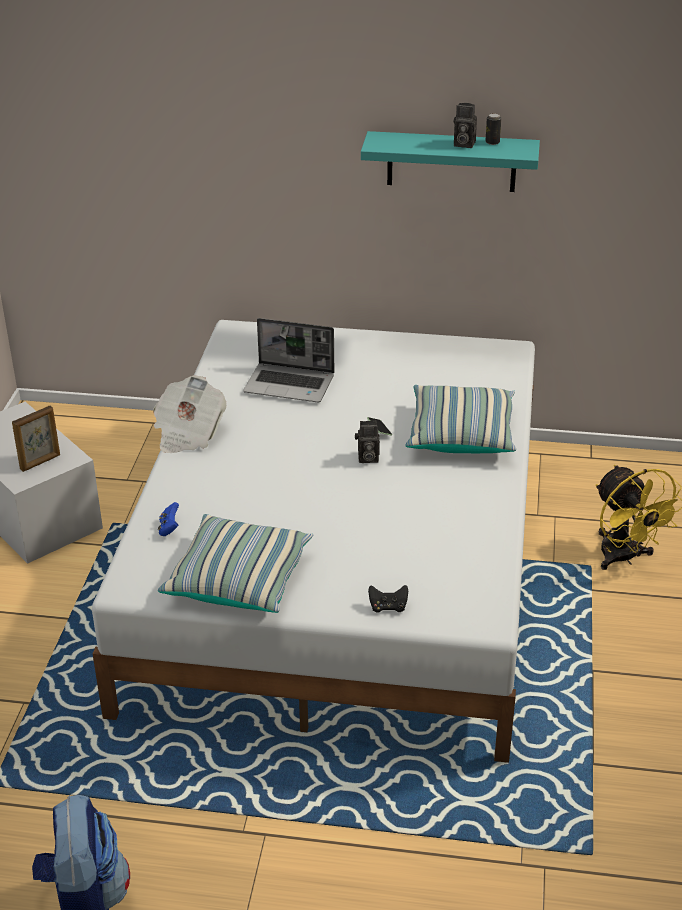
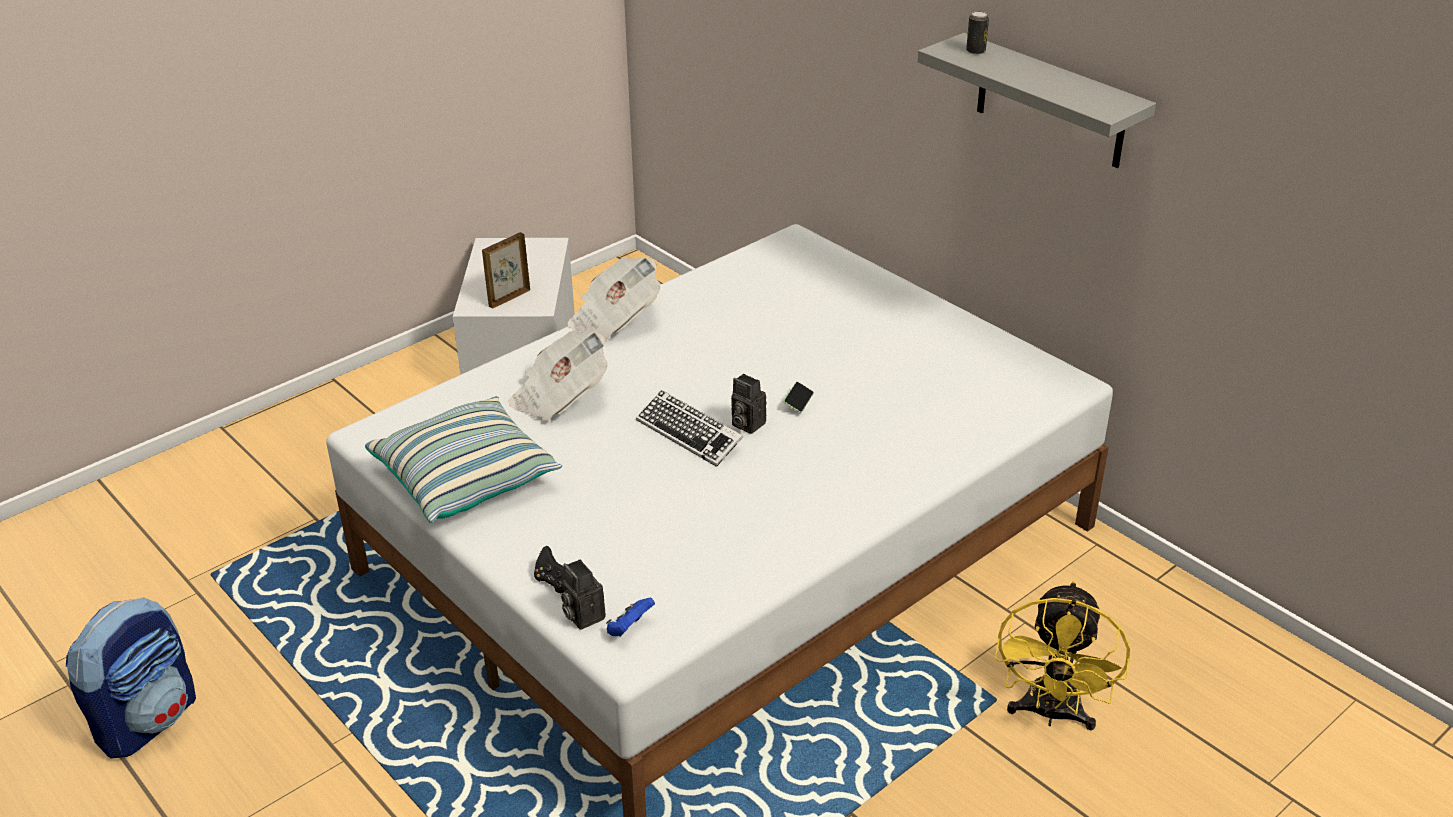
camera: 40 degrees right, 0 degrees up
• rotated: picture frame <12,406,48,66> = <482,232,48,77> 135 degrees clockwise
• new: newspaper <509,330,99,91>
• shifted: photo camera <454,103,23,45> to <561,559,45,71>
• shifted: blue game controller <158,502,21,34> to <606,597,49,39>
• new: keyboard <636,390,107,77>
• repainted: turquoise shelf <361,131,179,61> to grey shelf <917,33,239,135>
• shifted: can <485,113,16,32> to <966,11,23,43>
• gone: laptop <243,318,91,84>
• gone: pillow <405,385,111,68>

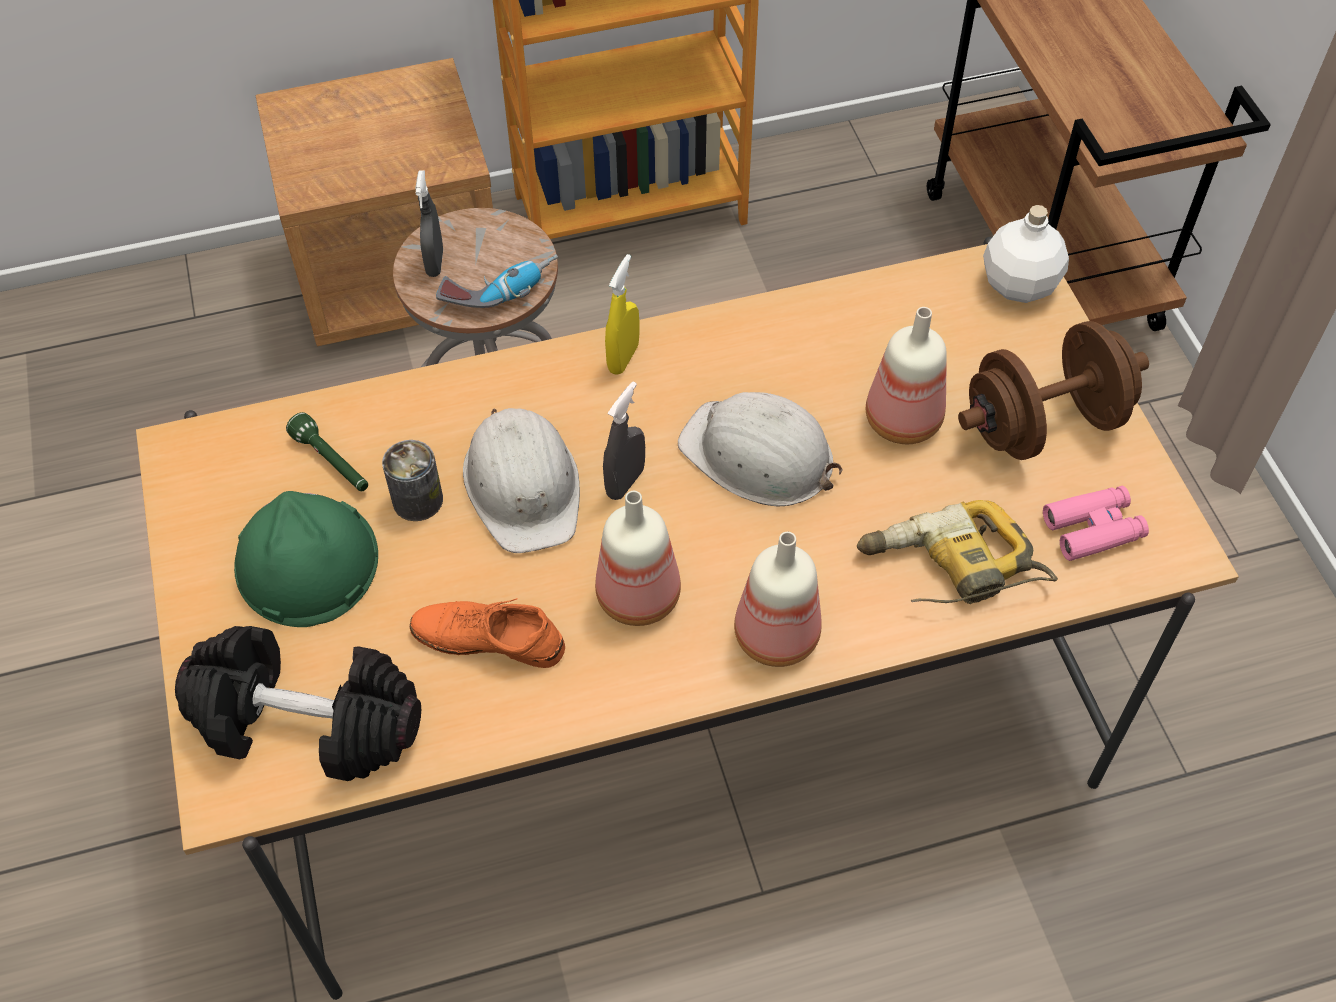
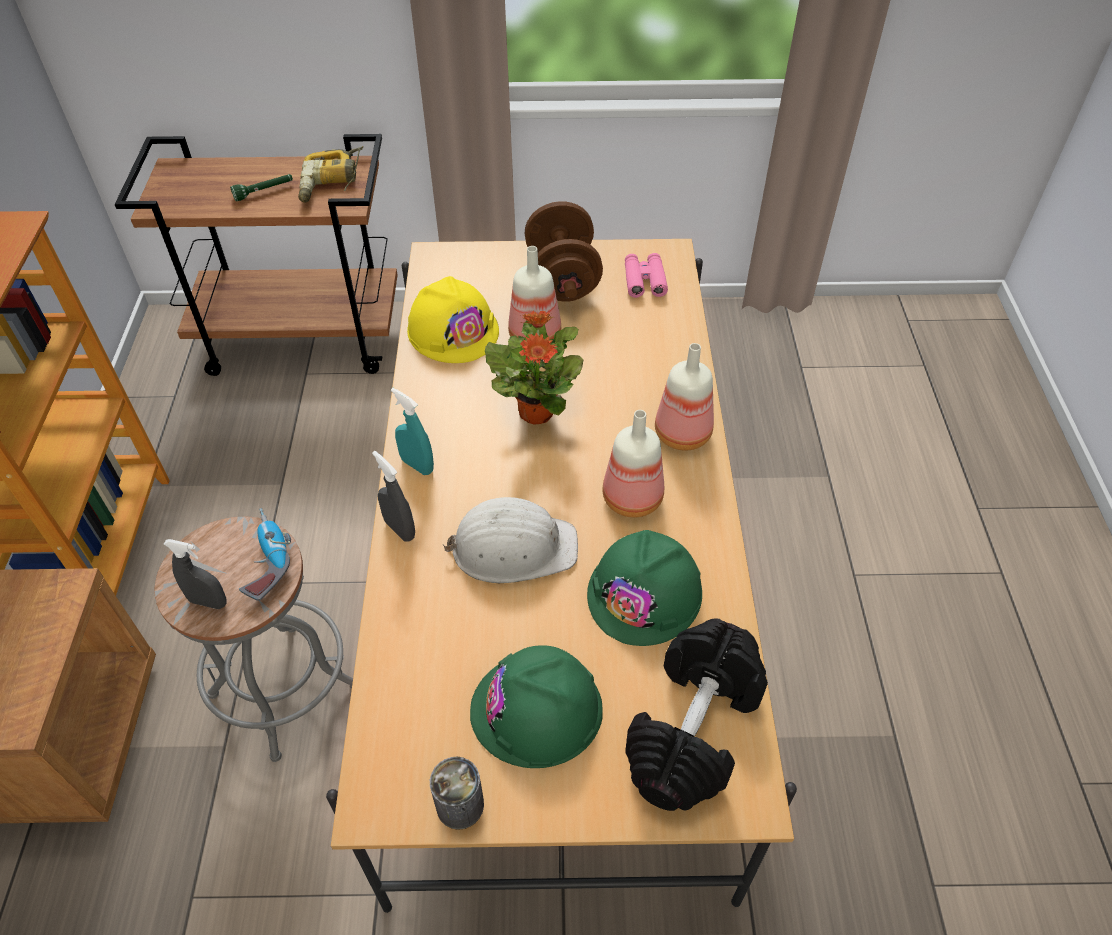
camera: 75 degrees left, 5 degrees down
• shifted: green flashlight <286,412,82,79> to <230,174,63,27>
• shifted: power drill <857,500,201,104> to <298,146,65,57>
• shifted: grey spray bottle <603,381,42,119> to <372,451,43,91>
• repainted: yellow spray bottle <605,254,34,121> to turquoise spray bottle <391,388,43,87>
• new: yellow hard hat <407,276,92,87>
• shifted: can <382,440,61,81> to <430,757,54,73>
• swapped: white hard hat <678,392,165,115> to potted plant <485,311,98,114>
• swapped: orange shoe <410,598,155,70> to green hard hat <587,530,115,116>
• gone: white bottle <983,205,86,98>

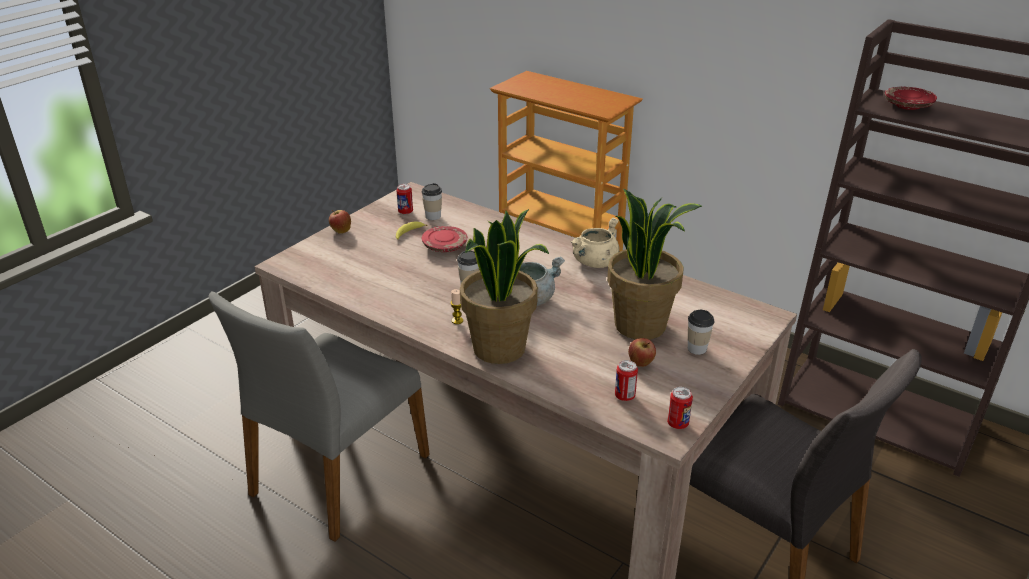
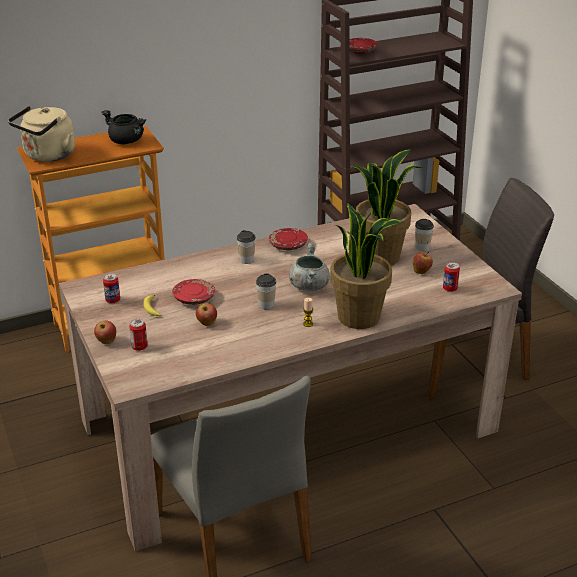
camera: 60 degrees left, 0 degrees up
• new: beige kettle <8,106,67,56>
• new: black cooking pot <101,110,45,34>
• shifted: can <667,387,26,42> to <129,319,19,32>
• new: apple <196,303,21,23>
• shifted: cup <422,183,20,37> to <237,230,19,34>
• swapped: beige cooking pot <570,218,50,50> to red plate <269,228,39,22>

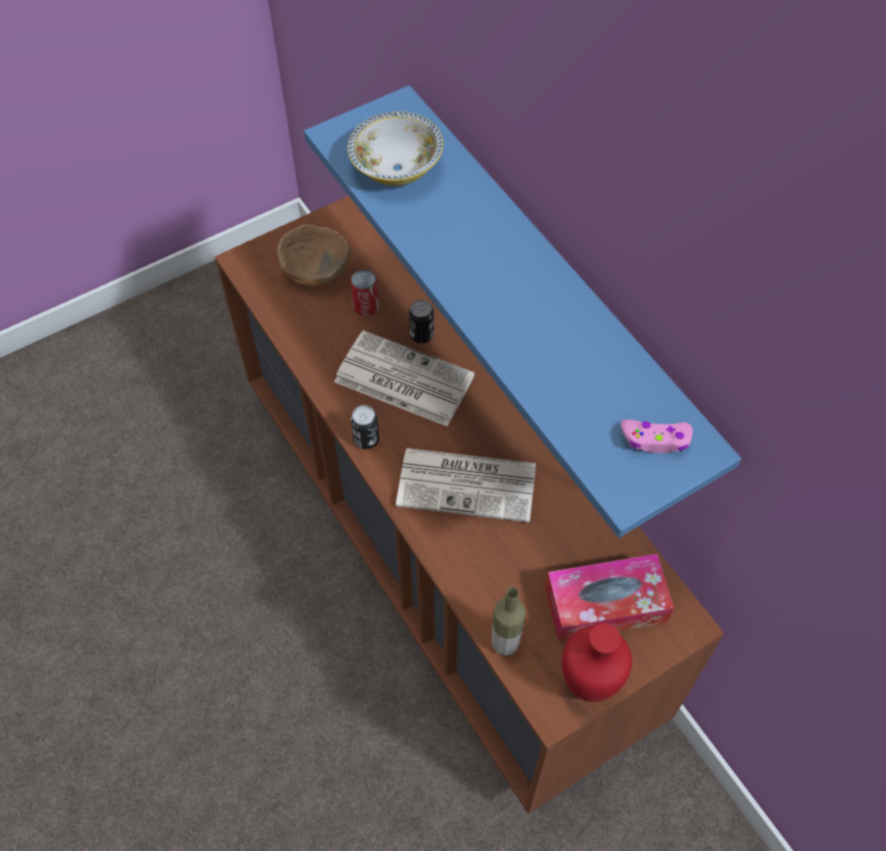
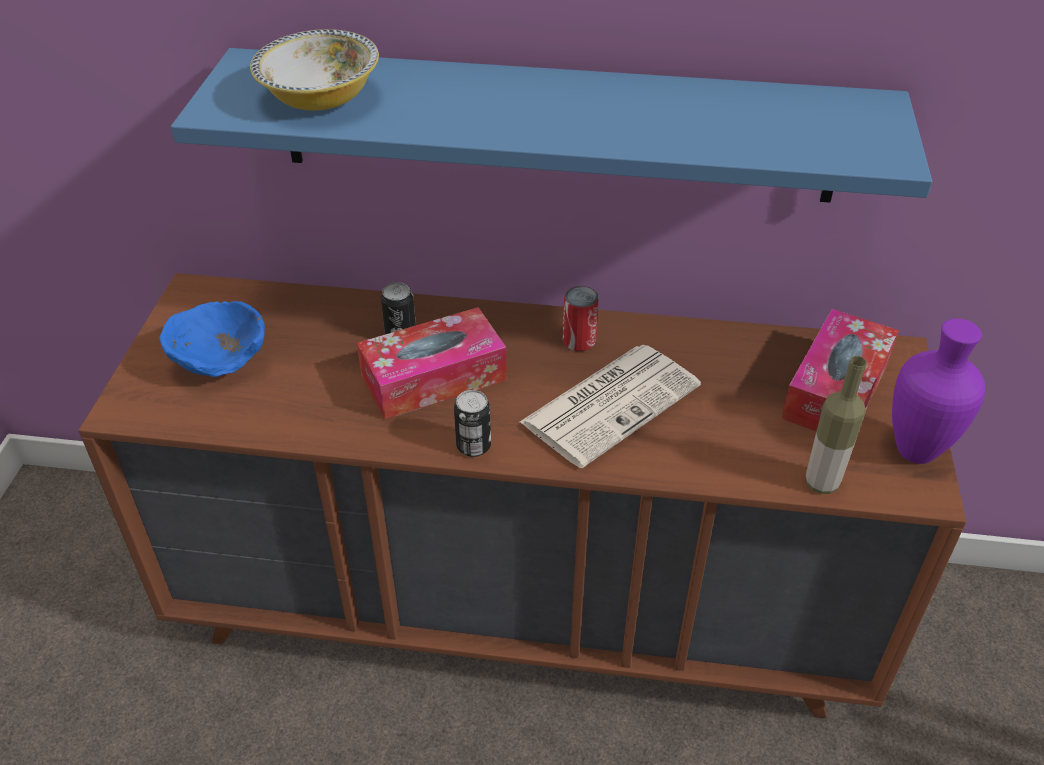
camera: 50 degrees left, 15 degrees down
• repainted: brown bowl <277,224,74,62> to blue bowl <160,301,105,76>
• swapped: newspaper <334,330,141,97> to tissue box <357,307,150,113>
• shifted: can <351,269,28,47> to <563,286,36,65>
• repainted: red vase <562,623,70,79> to purple vase <892,318,93,146>
• gone: pink game controller <621,419,72,34>

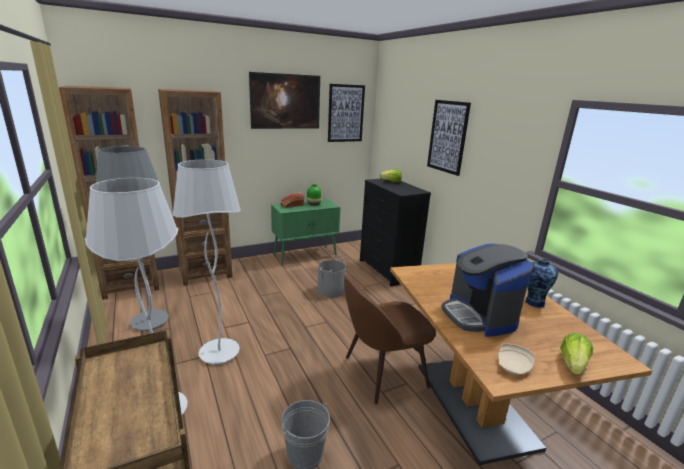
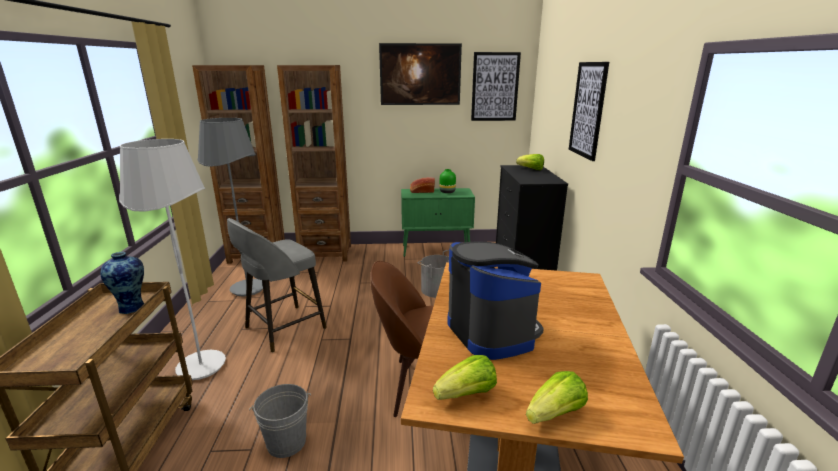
camera: 25 degrees right, 0 degrees up
• shifted: vase <525,258,33,50> to <101,252,43,62>
• swapped: white floor lamp <173,159,68,206> to grey stool <227,218,100,134>
• swapped: beige plate <498,344,37,31> to lettuce <433,355,64,45>
• rotated: coffee machine <441,244,92,93> = <448,241,96,119> 150 degrees clockwise

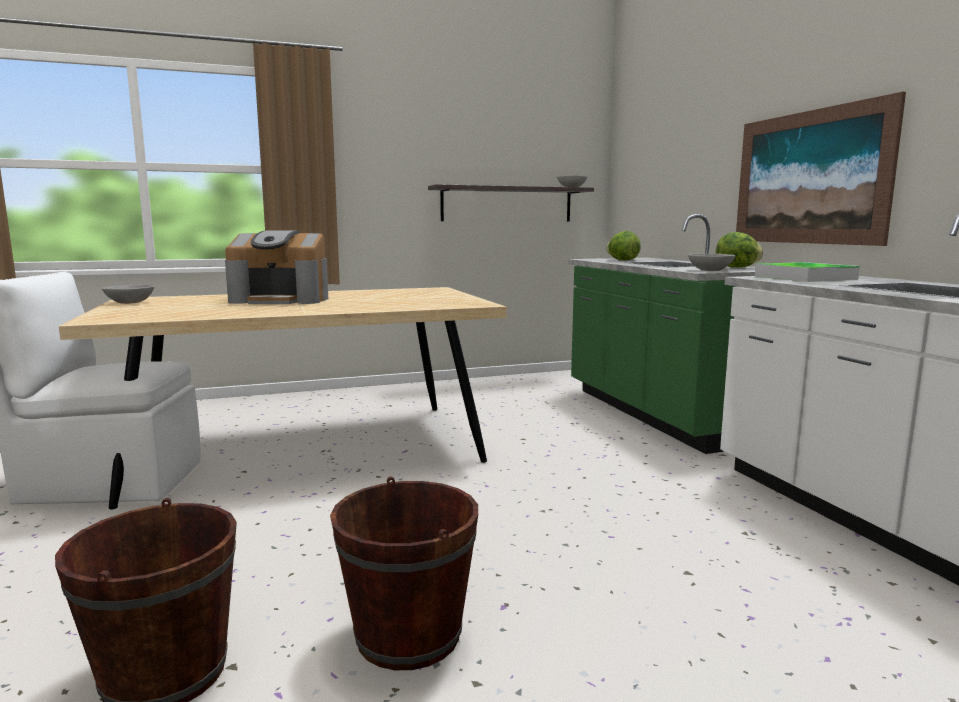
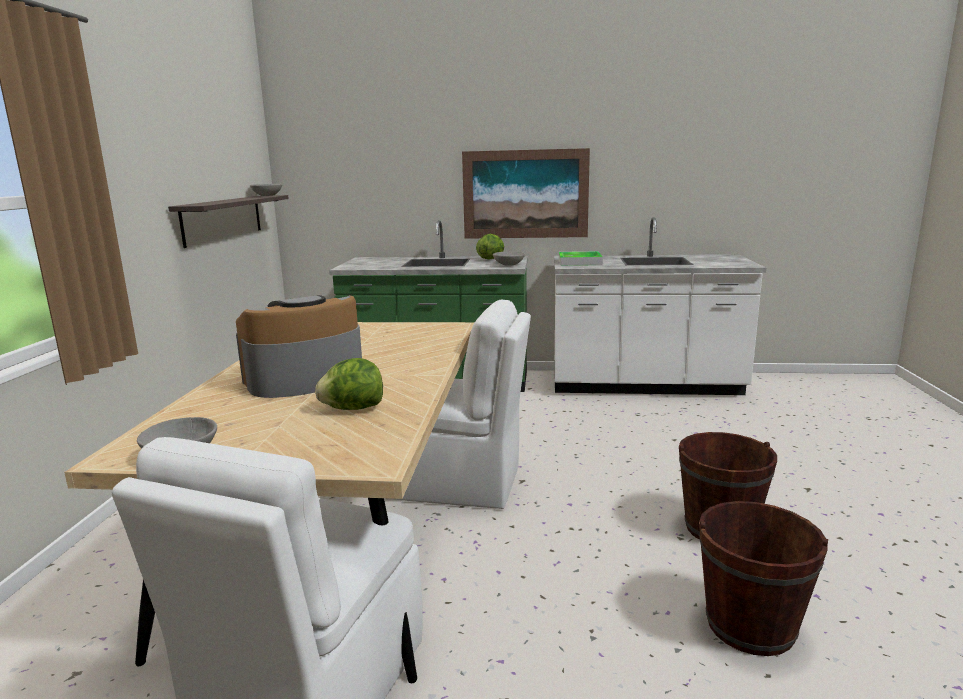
camera: 65 degrees left, 5 degrees up
• rotated: coffee machine <225,230,103,74> = <236,295,126,103> 150 degrees counterclockwise
• shifted: lettuce <606,231,35,30> to <315,358,68,52>
• new: white chair <385,300,146,209>

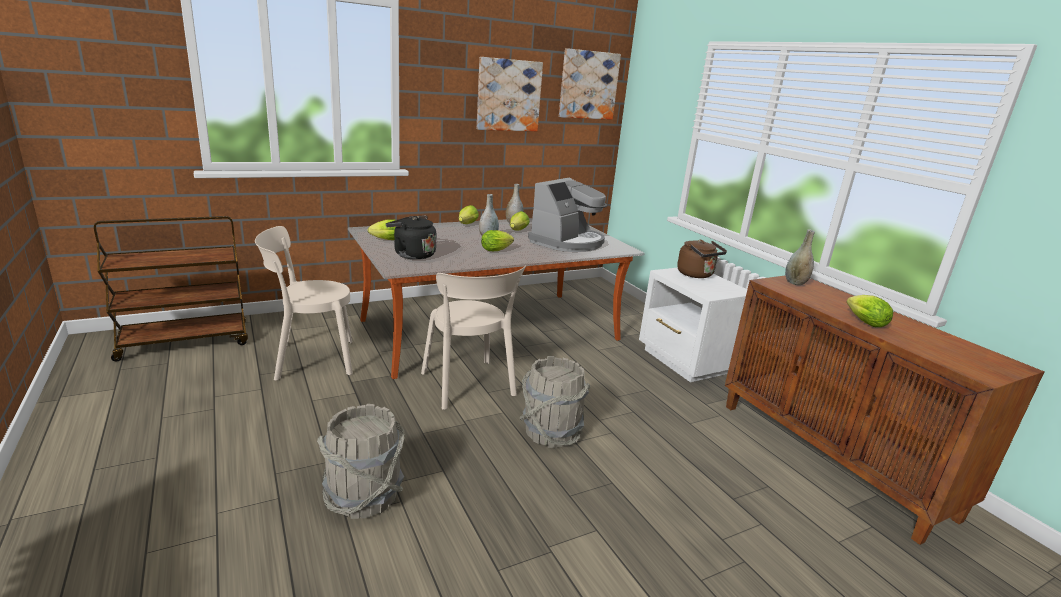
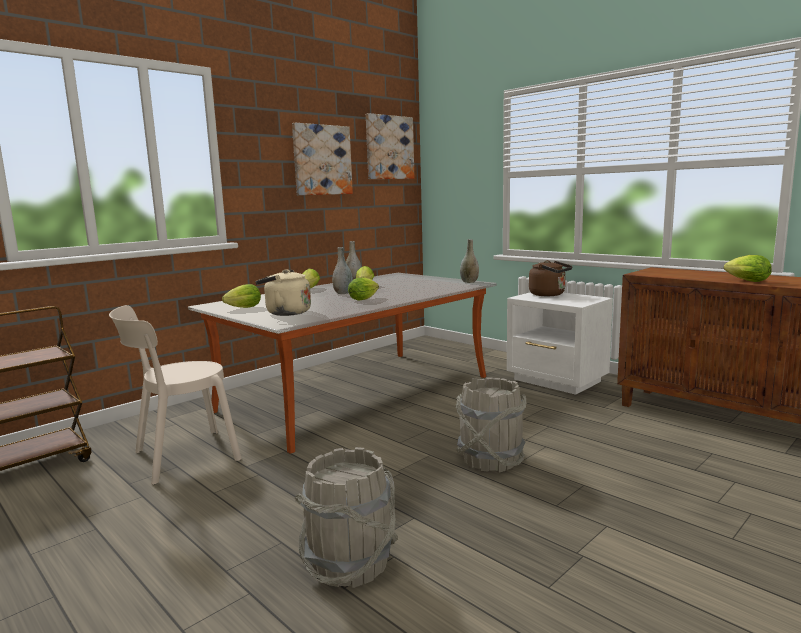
camera: 15 degrees left, 10 degrees down
• repainted: black kettle <386,215,50,45> to beige kettle <255,269,56,47>
• shifted: grey vase <785,229,30,56> to <460,239,19,44>
• gone: beige chair <421,265,105,145>
• gone: coffee machine <528,178,79,74>

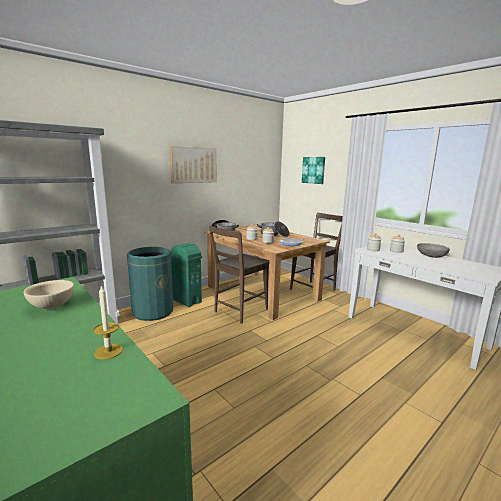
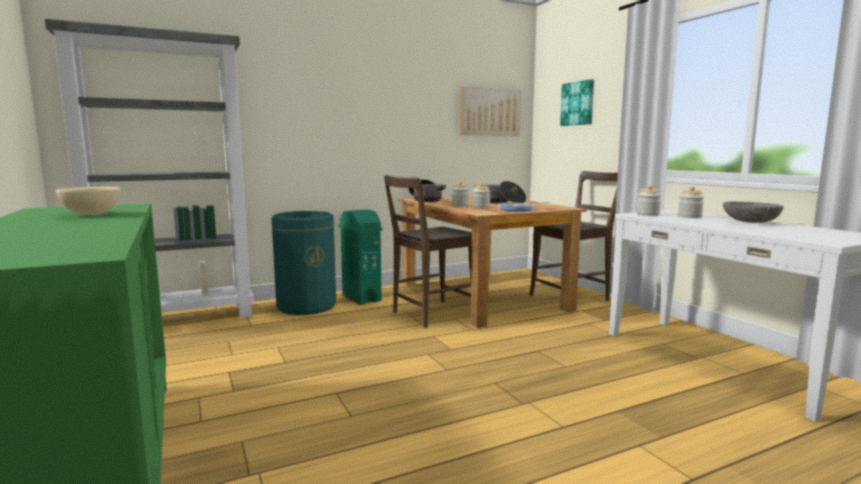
camera: 15 degrees right, 5 degrees down
• shifted: picture <169,146,48,37> to <460,87,61,49>
• gone: candle <94,284,29,75>

